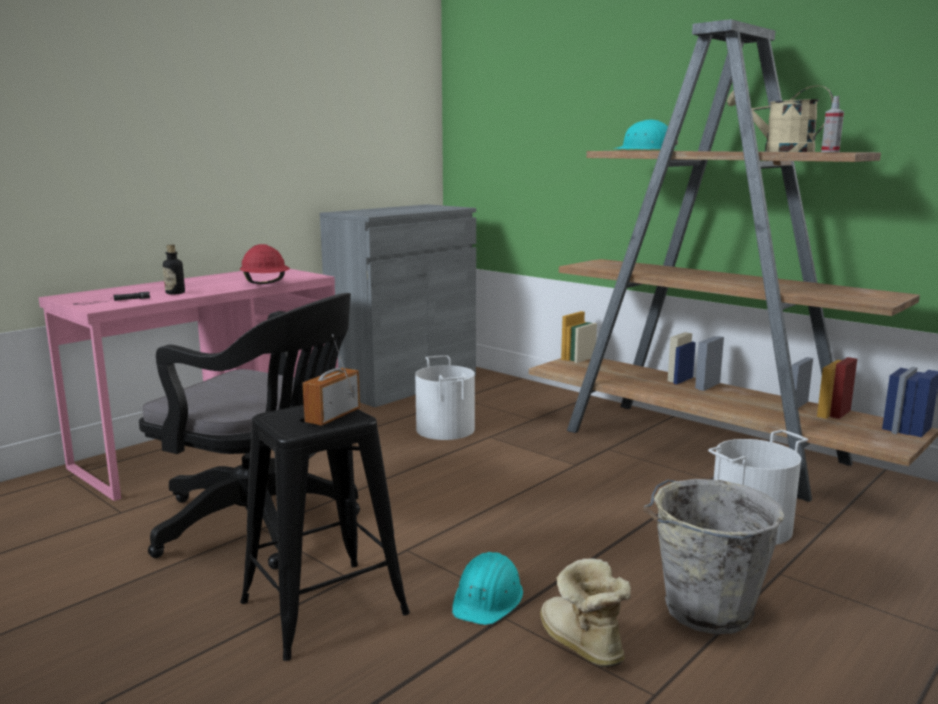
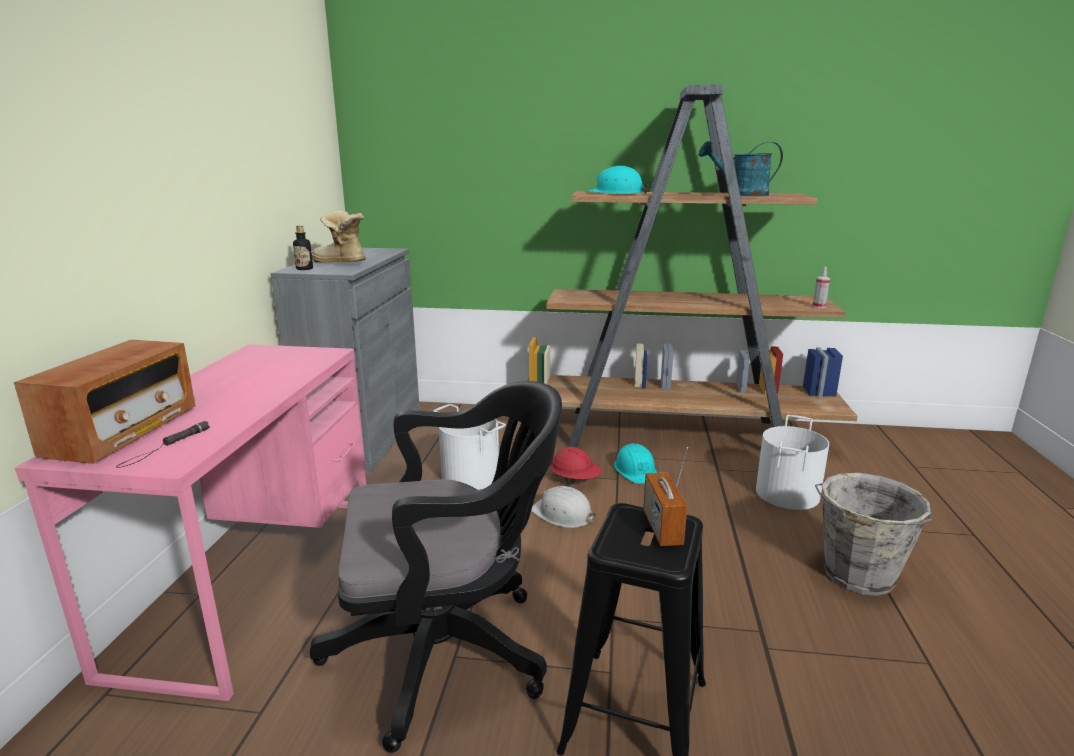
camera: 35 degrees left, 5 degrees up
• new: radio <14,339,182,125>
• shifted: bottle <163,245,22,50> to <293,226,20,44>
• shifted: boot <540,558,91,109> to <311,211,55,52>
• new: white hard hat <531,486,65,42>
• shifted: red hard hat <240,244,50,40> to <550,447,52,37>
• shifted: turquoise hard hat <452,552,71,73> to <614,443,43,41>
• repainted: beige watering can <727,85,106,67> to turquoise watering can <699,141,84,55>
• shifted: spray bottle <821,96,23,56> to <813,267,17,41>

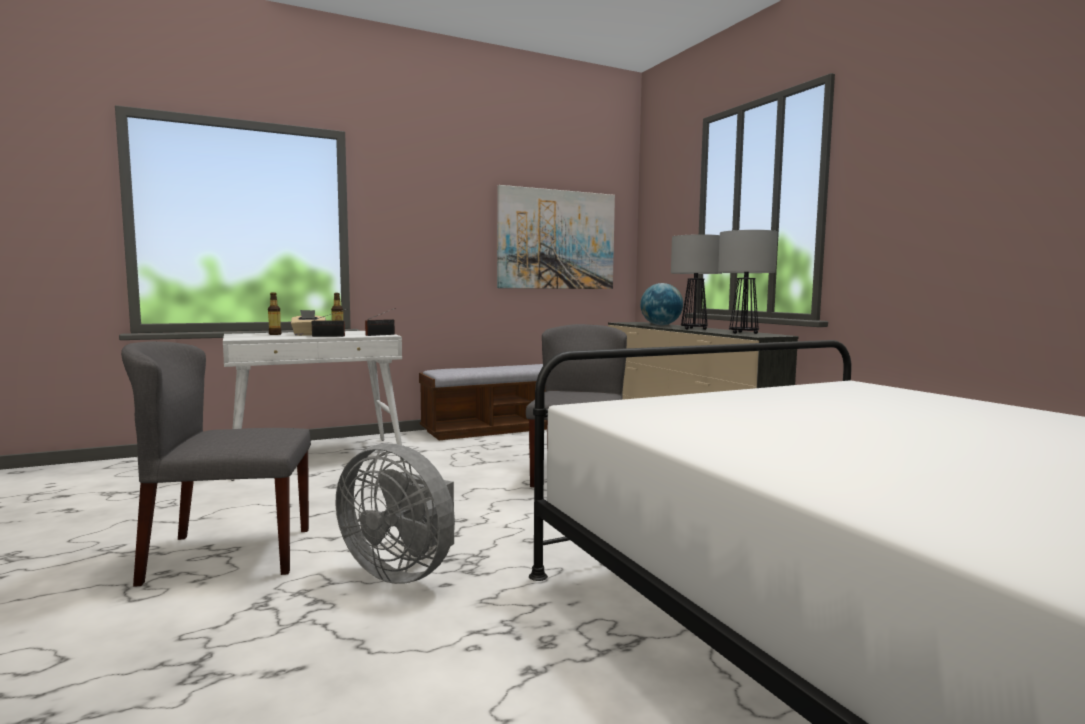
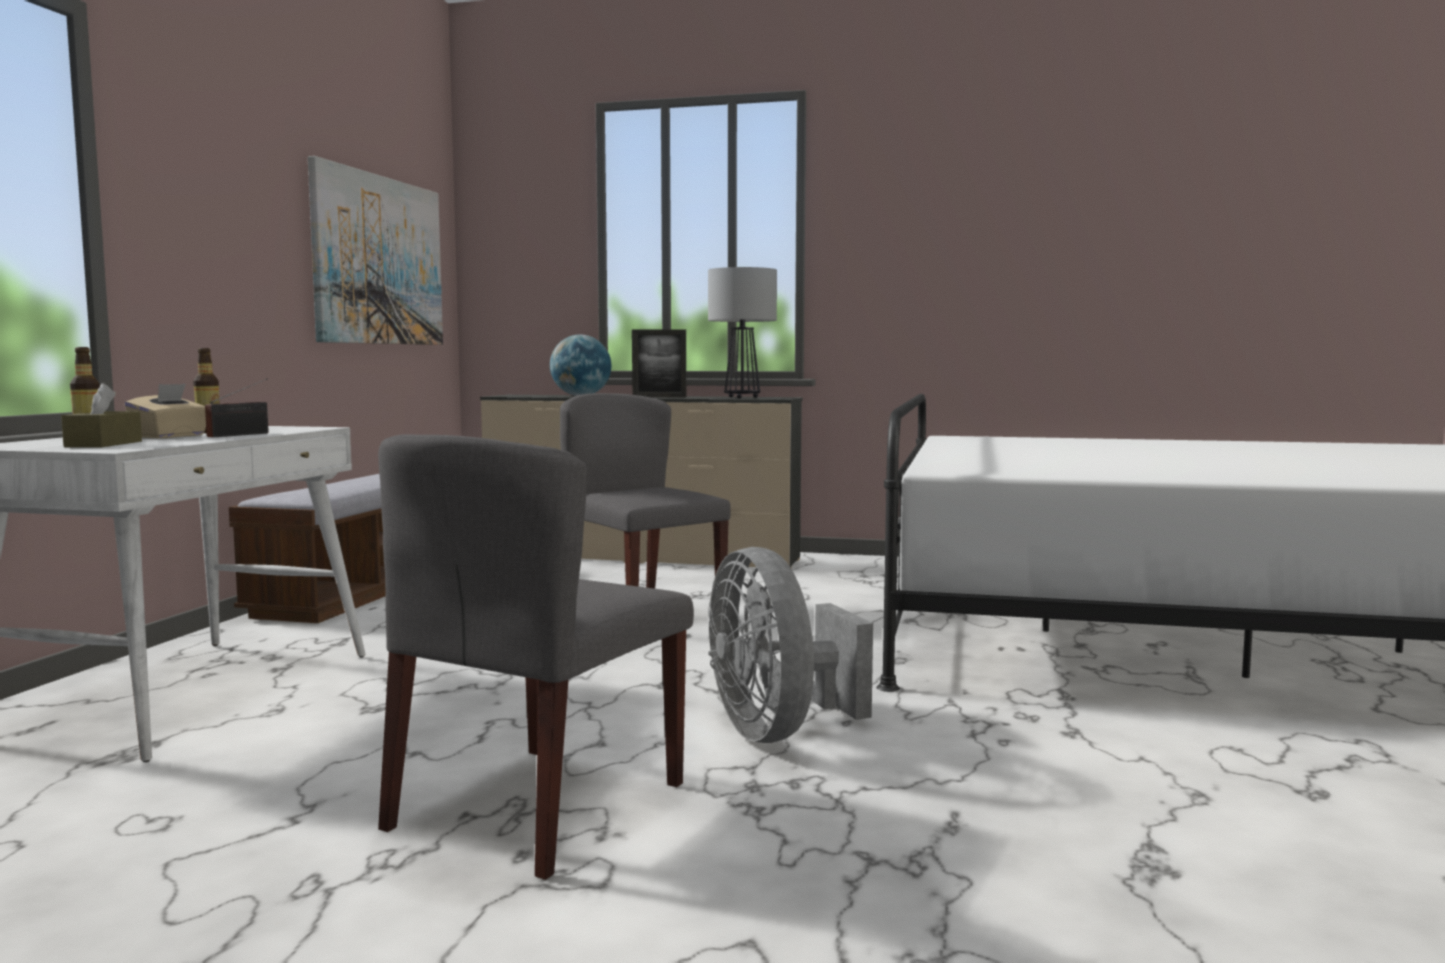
camera: 50 degrees left, 0 degrees up
• new: brown tissue box <61,383,81,64>
• swapped: table lamp <671,234,51,96> to picture frame <632,329,54,68>
• rotated: grey fan <336,443,119,141> = <708,547,165,196> 90 degrees clockwise
• gone: radio <365,308,31,28>

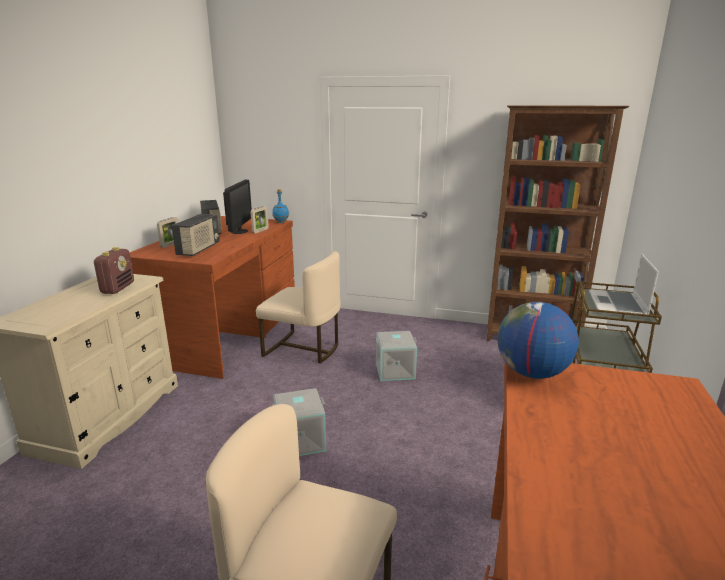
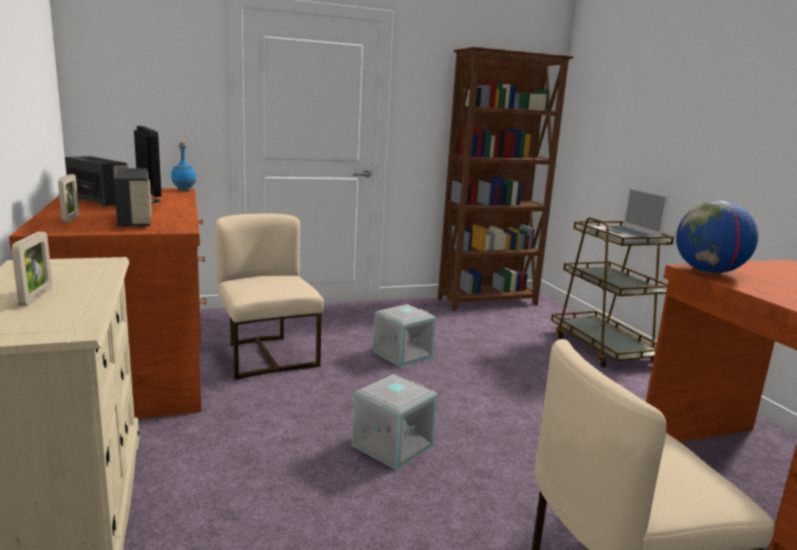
camera: 35 degrees left, 5 degrees down
• shifted: picture frame <250,206,19,28> to <12,232,40,74>
• rotated: beige chair <256,251,85,112> = <215,213,109,167> 105 degrees counterclockwise
• gone: radio <94,247,40,47>

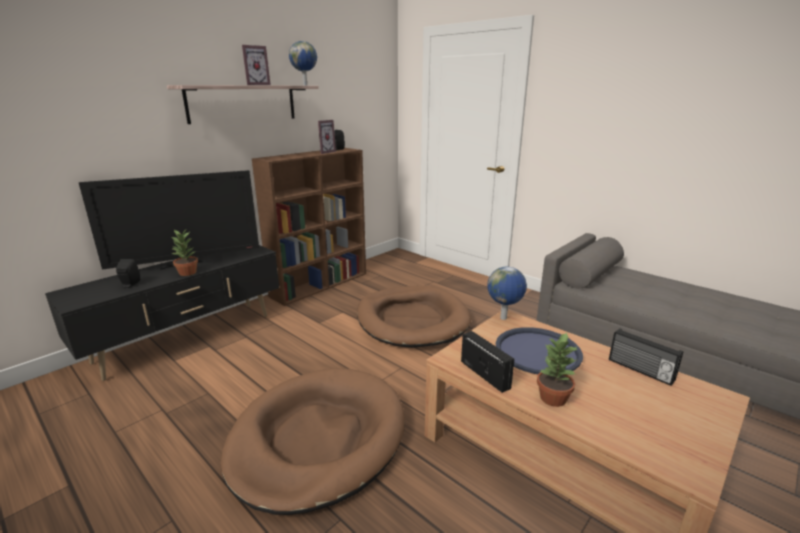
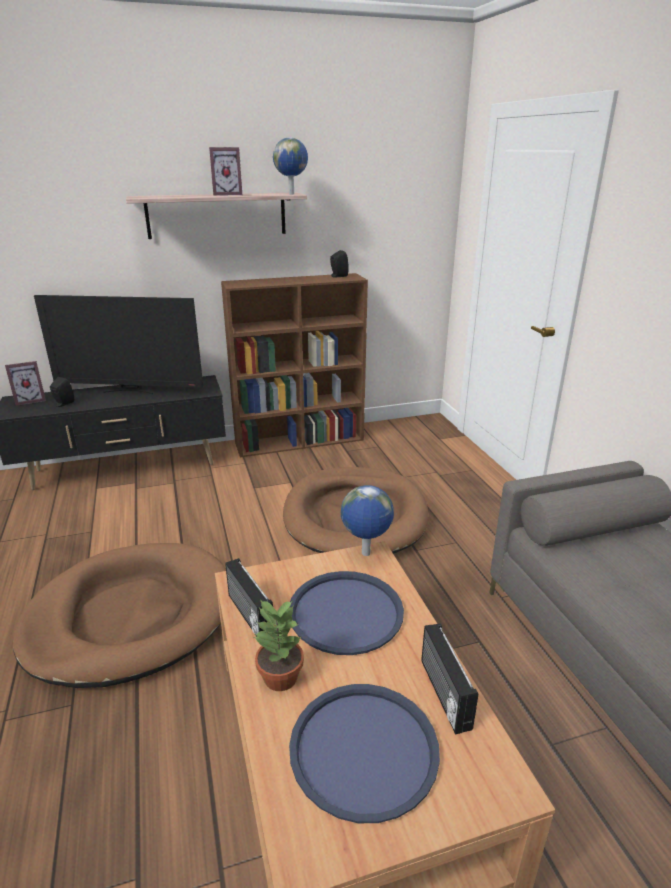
camera: 30 degrees right, 5 degrees up
• shifted: picture frame <318,120,18,34> to <5,361,41,45>
• rotated: radio <461,331,53,62> = <225,558,48,79> 150 degrees clockwise
• new: blue tray <289,684,151,139>
• gone: potted plant <170,229,28,47>

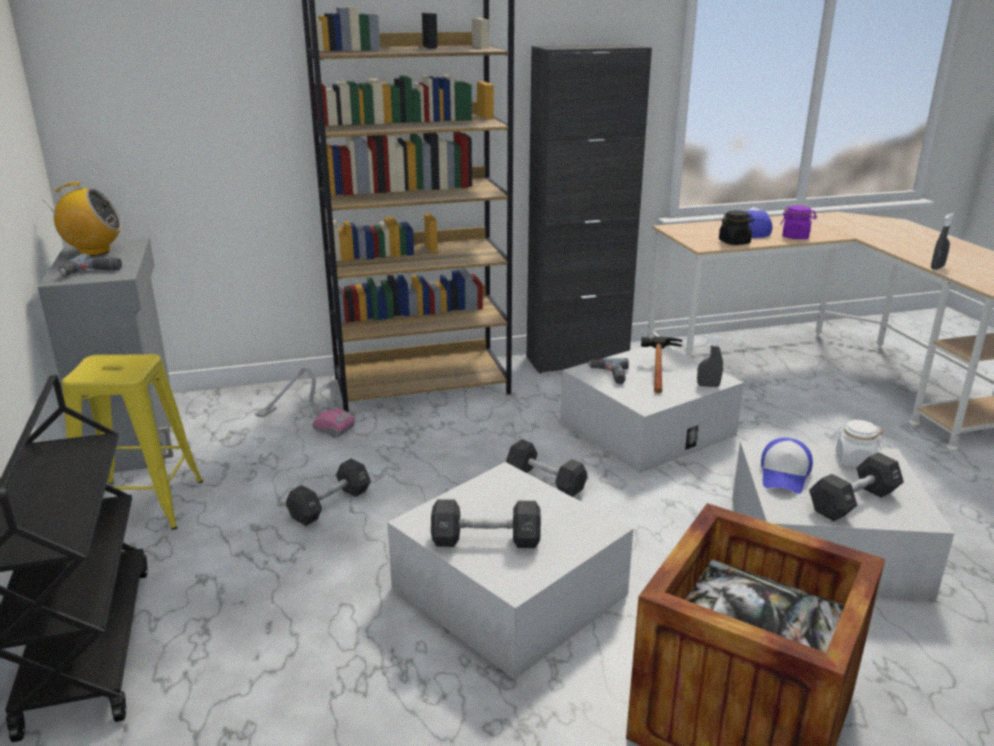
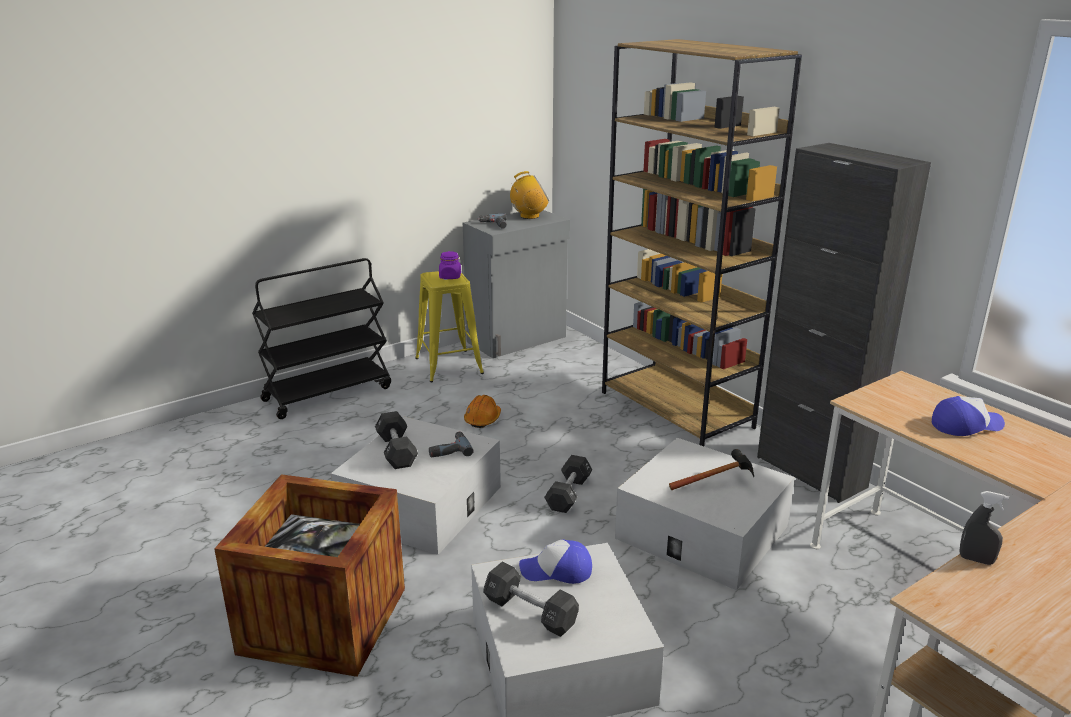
camera: 70 degrees right, 0 degrees up
• shifted: power drill <588,358,41,26> to <429,431,45,26>
• shifted: purple jar <780,205,37,34> to <439,251,22,28>
• swapped: black dumbbell <286,459,85,67> to orange hard hat <464,395,37,33>
• rotated: radio <43,182,79,74> = <510,171,39,48> 75 degrees counterclockwise
• gone: vacuum cleaner <255,367,100,71>
• gone: grey spray bottle <697,335,26,52>
• gone: black jar <719,210,35,35>
• gone: white jar <836,420,47,47>

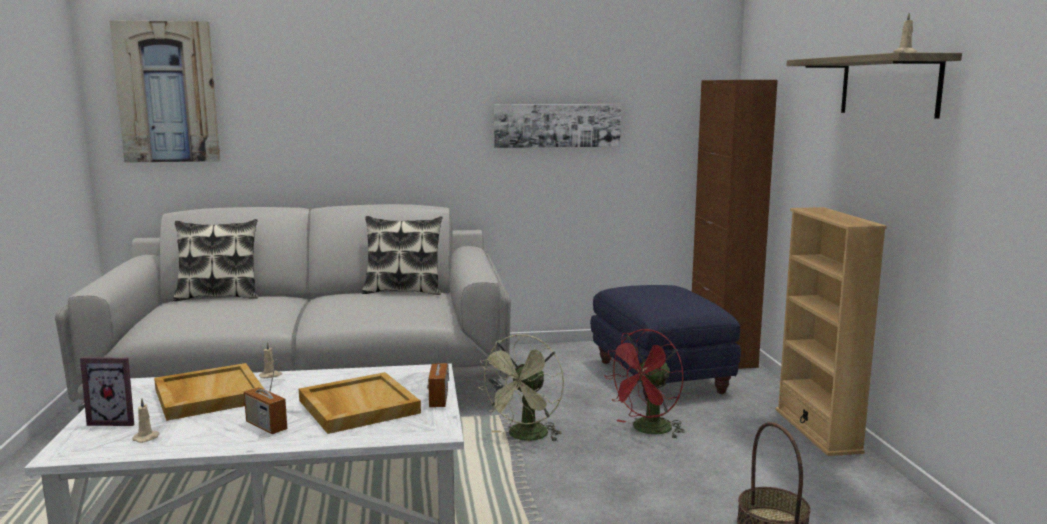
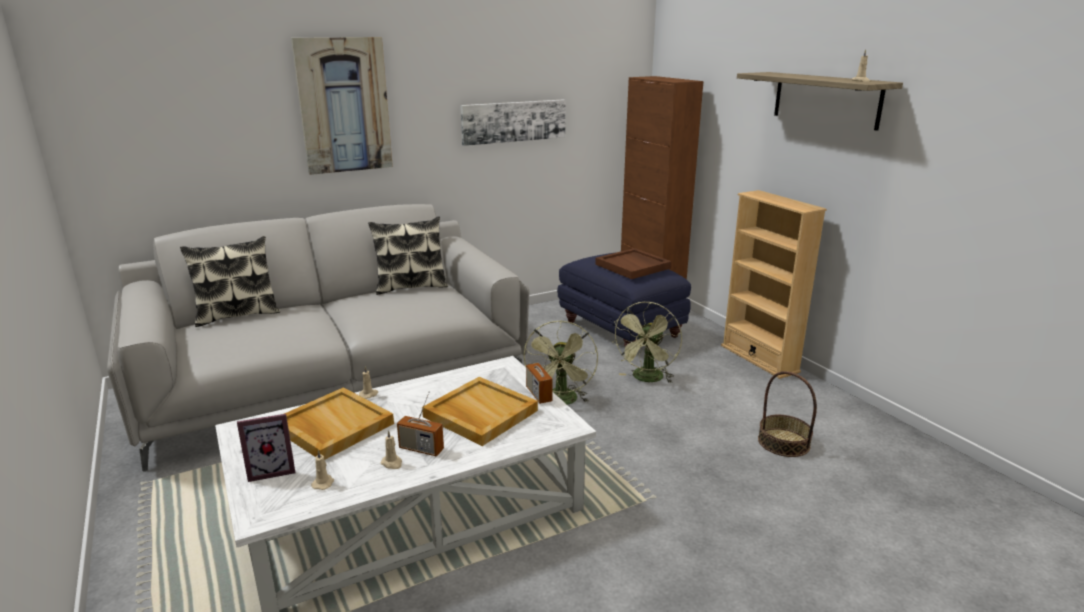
camera: 20 degrees left, 10 degrees up
• shifted: picture <109,20,111,143> to <291,37,102,138>
• new: beige candle <381,430,21,39>
• new: brown tray <595,248,77,31>
• repainted: red fan <604,329,81,110> to green fan <613,302,69,81>

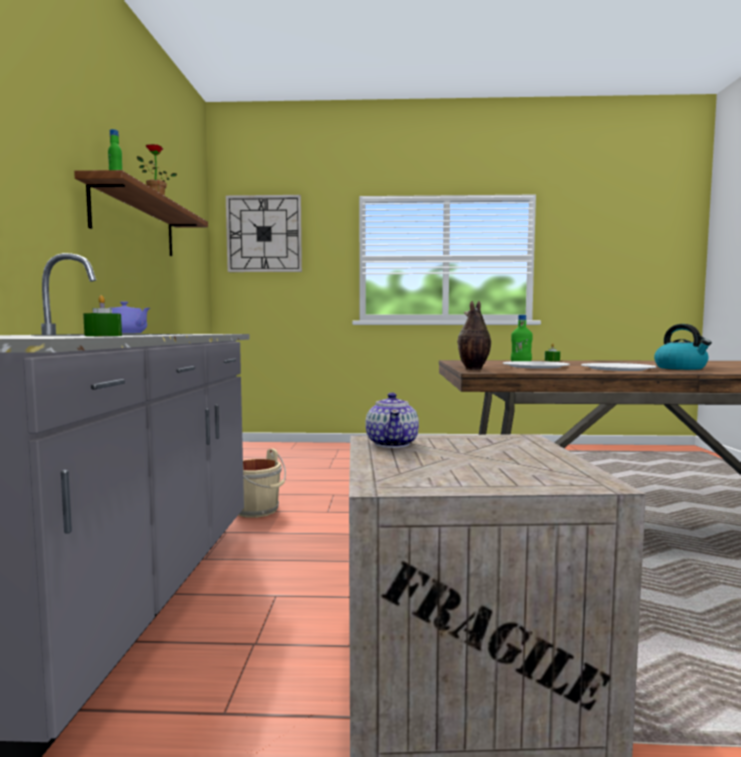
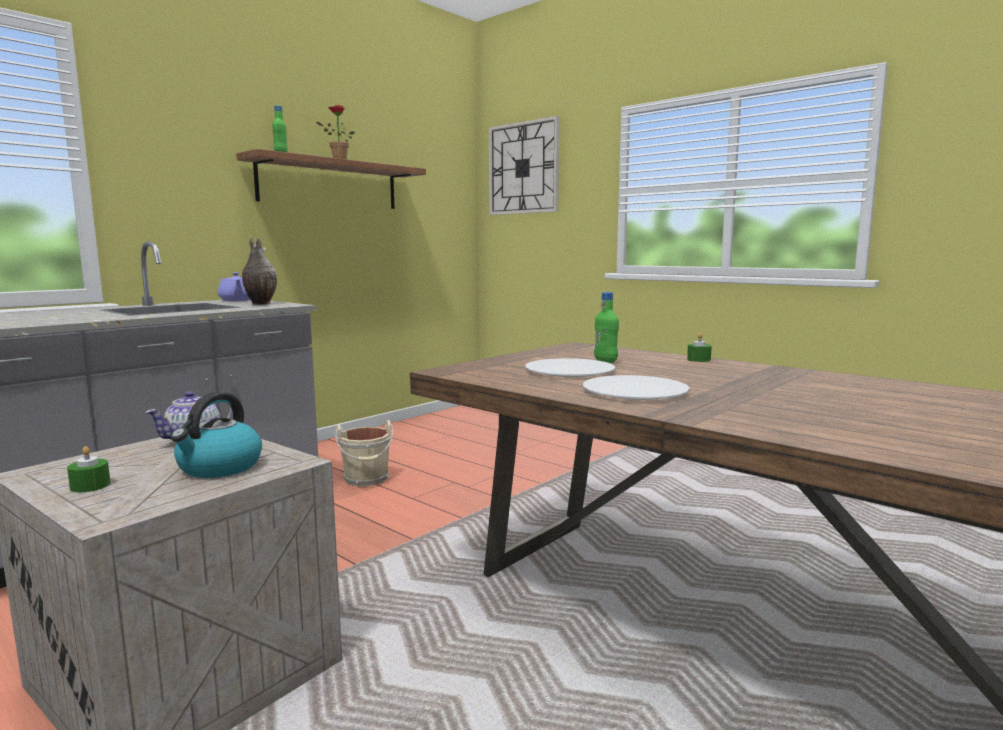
camera: 40 degrees right, 5 degrees up
• shifted: green candle <83,295,39,41> to <67,446,44,47>
• shifted: kettle <654,324,58,46> to <171,392,91,86>
• shifted: vase <457,301,34,69> to <242,238,35,67>

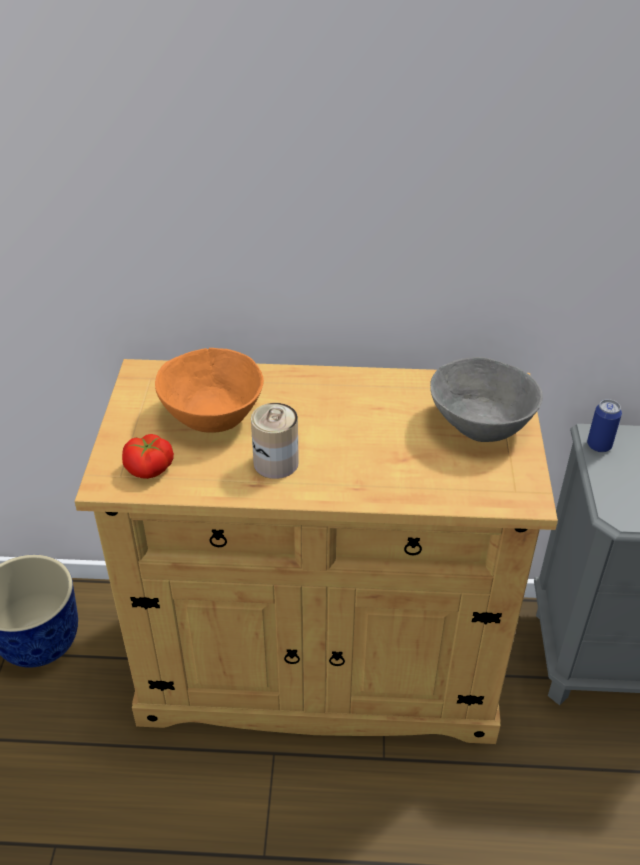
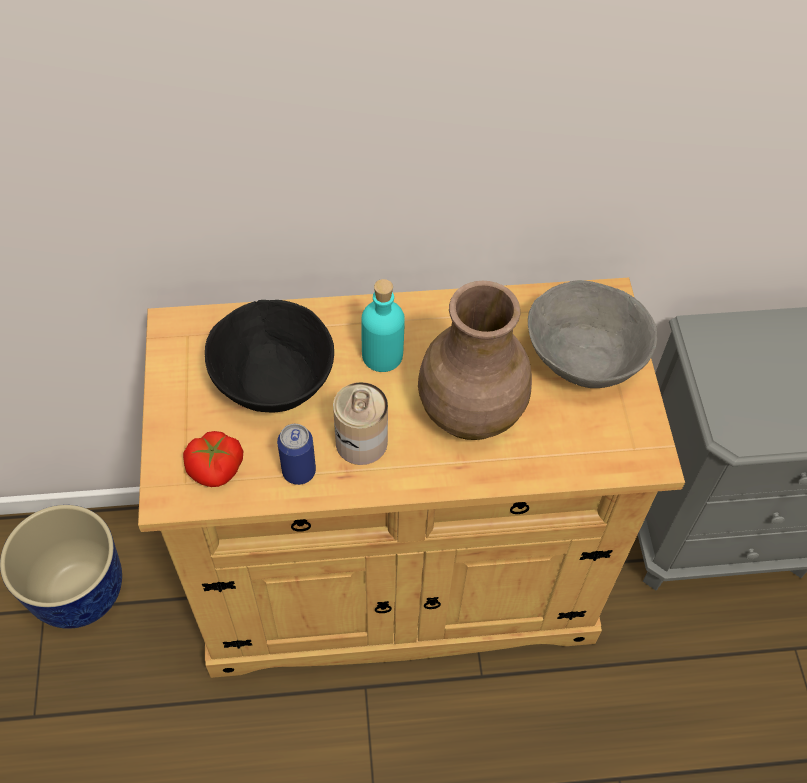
camera: 10 degrees left, 15 degrees up
• repainted: orange bowl <155,348,109,85> to black bowl <205,300,129,112>
• shifted: can <587,399,35,53> to <277,424,39,61>
• new: turquoise bottle <361,279,44,93>
• new: brown vase <418,281,114,159>

